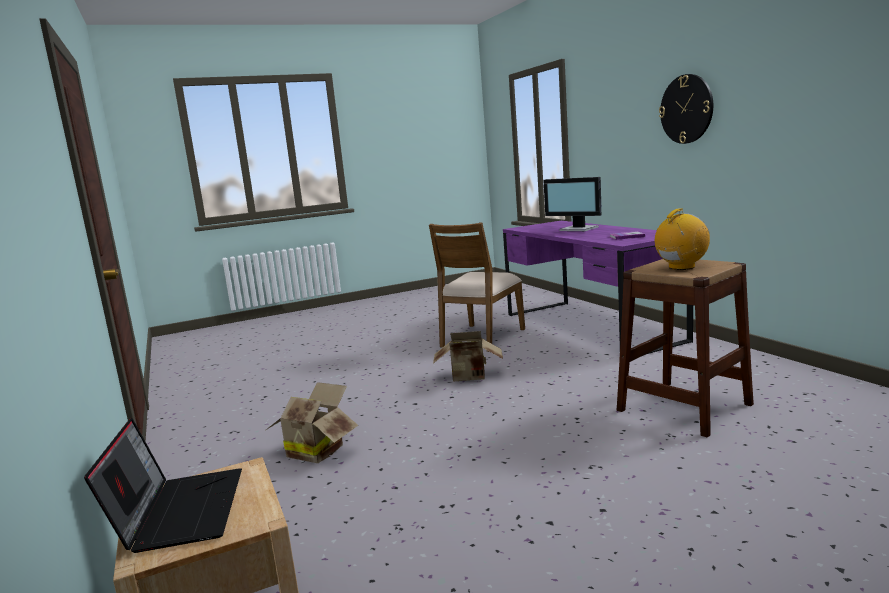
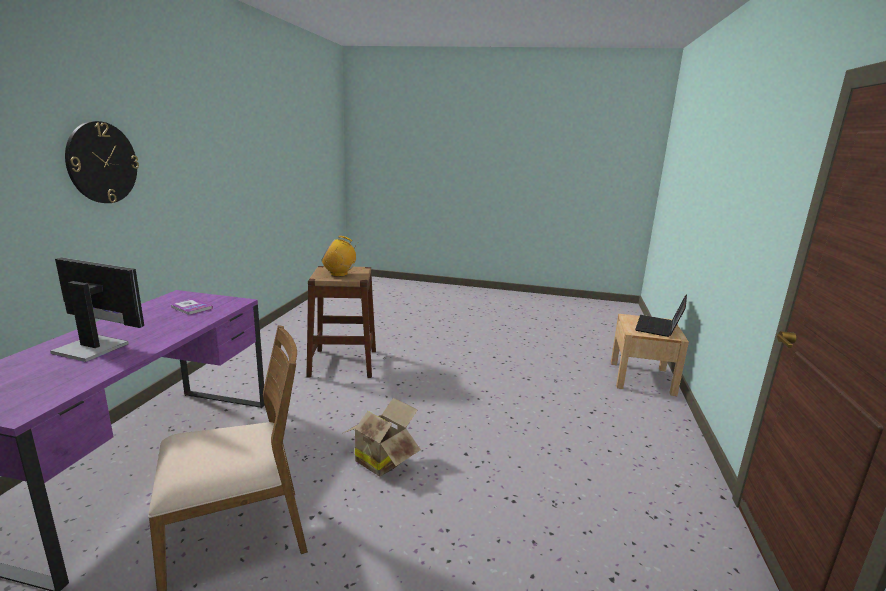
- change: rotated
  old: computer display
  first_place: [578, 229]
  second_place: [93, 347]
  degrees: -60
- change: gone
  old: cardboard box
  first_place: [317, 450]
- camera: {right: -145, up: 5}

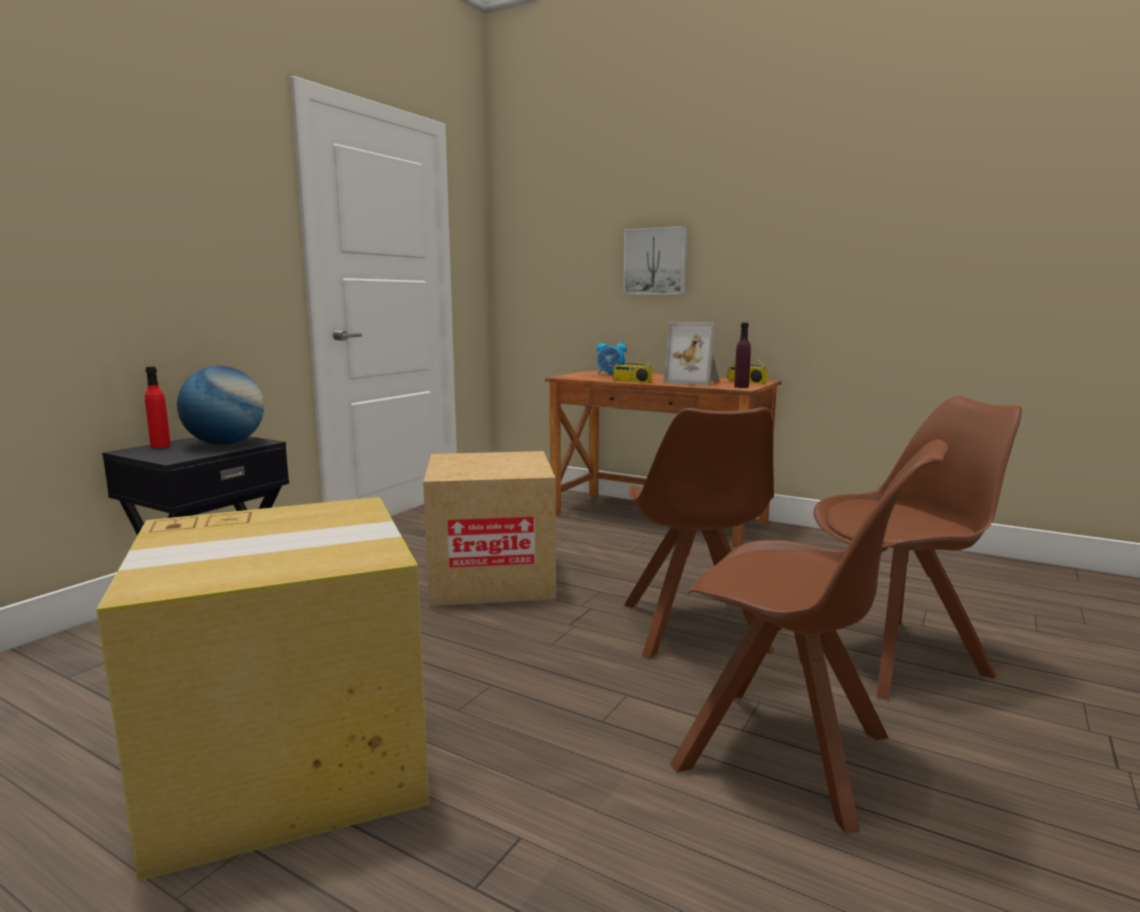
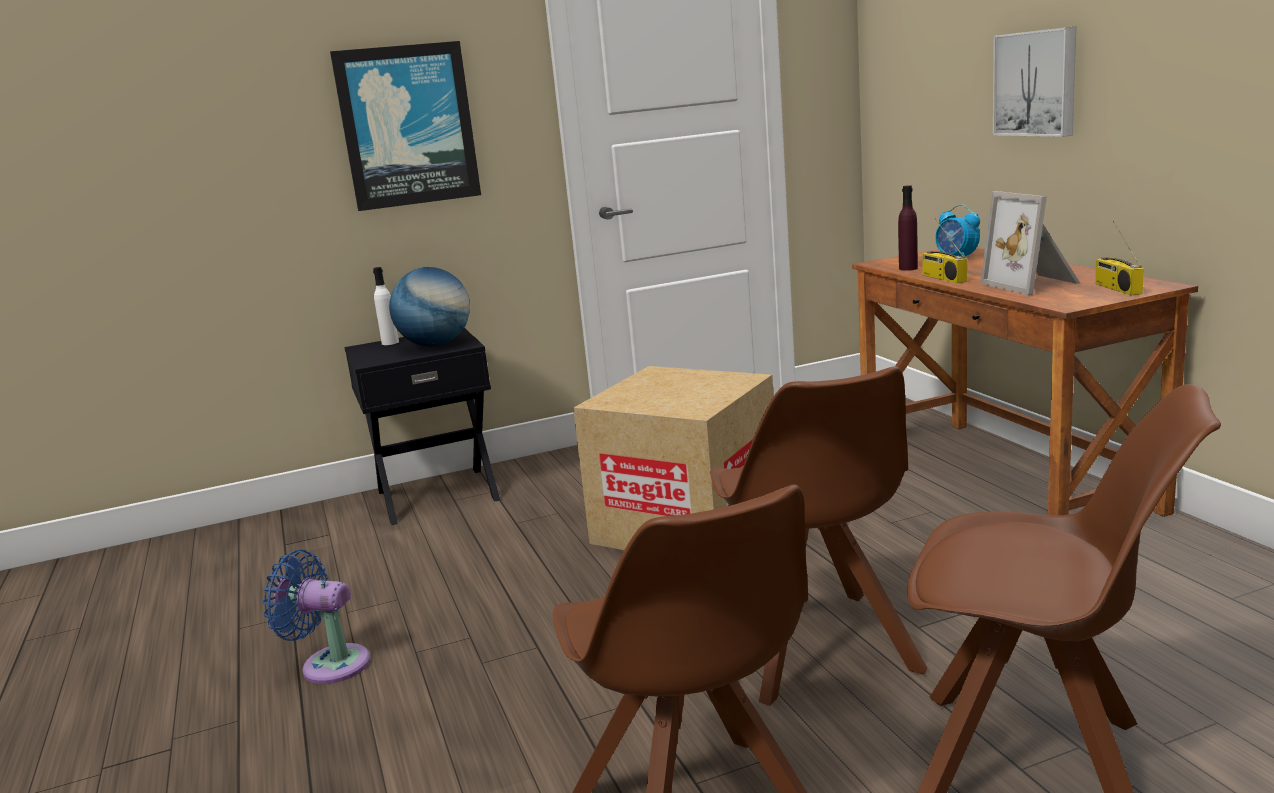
- change: shifted
  old: bottle in purple-coloured
  first_place: [741, 387]
  second_place: [908, 268]
- change: repainted
  old: bottle in red
  new: bottle in whitish
  first_place: [160, 446]
  second_place: [390, 342]
- change: rotated
  old: chair in brown
  first_place: [694, 629]
  second_place: [817, 649]
  degrees: -45
- change: swapped
  old: cardboard box
  new: electric fan in blue
  first_place: [294, 760]
  second_place: [329, 664]
- change: new
  new: wall picture
  second_place: [408, 126]
- camera: {right: 40, up: 5}

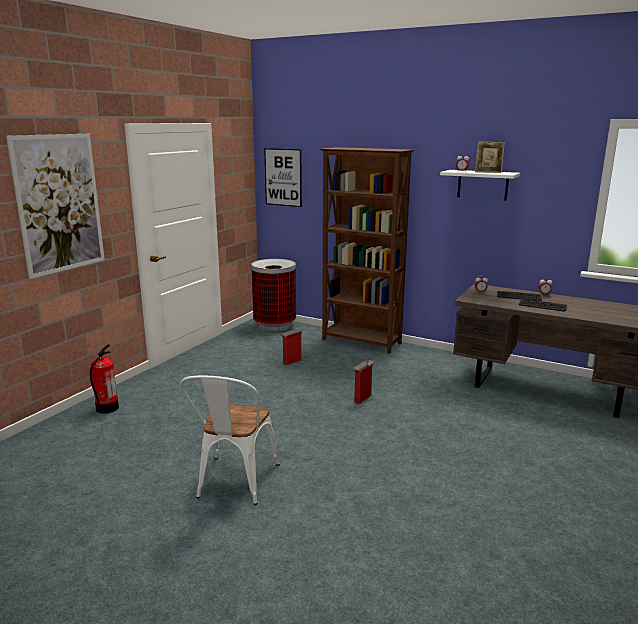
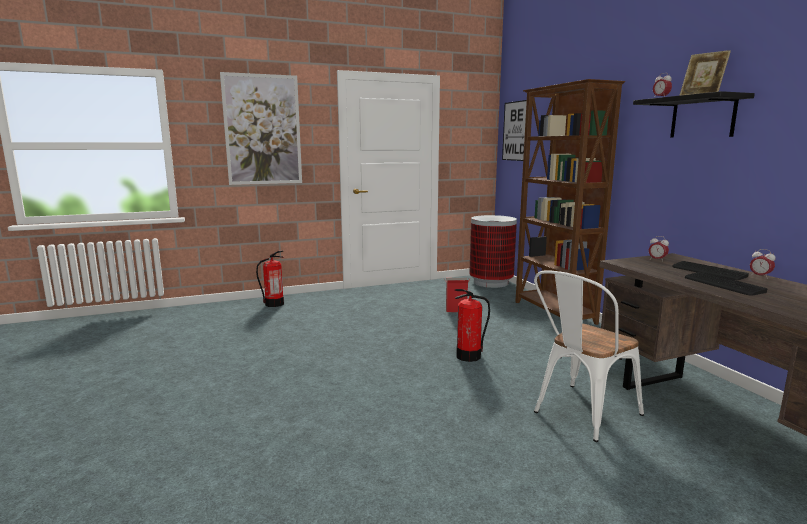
- change: repainted
  old: wall shelf in whitish
  new: wall shelf in black-coloured
  first_place: [482, 185]
  second_place: [702, 117]
- change: swapped
  old: cardboard box
  new: fire-fighting cylinder
  first_place: [363, 398]
  second_place: [469, 356]
- change: shifted
  old: chair in whitish
  first_place: [234, 484]
  second_place: [580, 415]
- camera: {right: 40, up: -5}

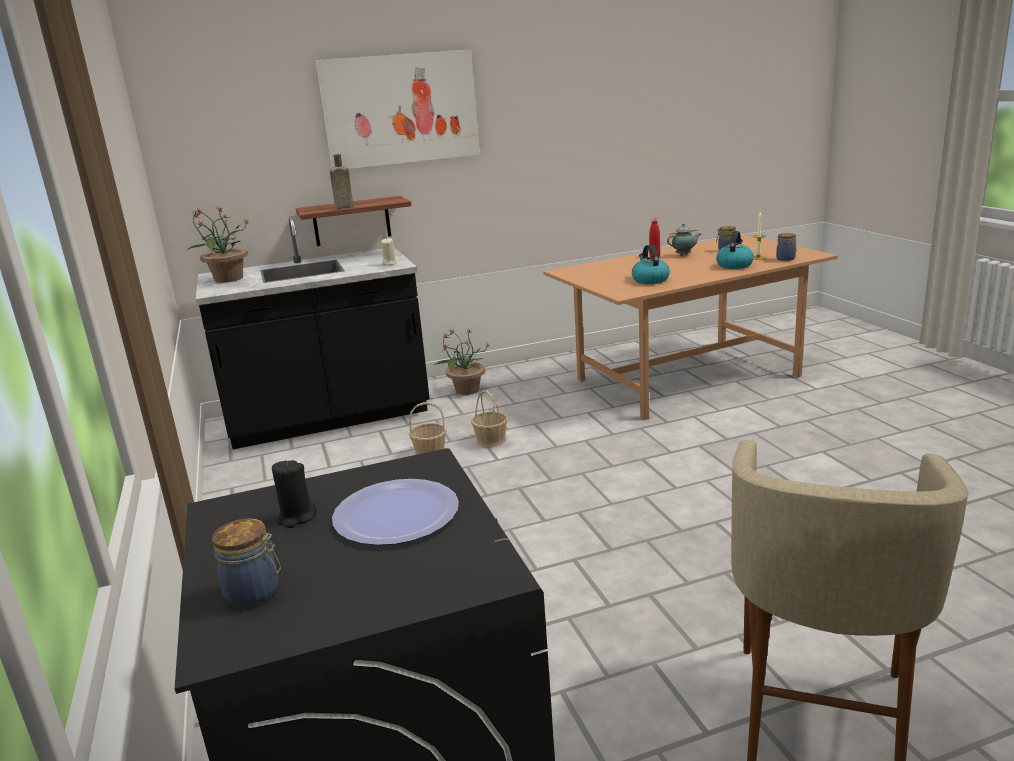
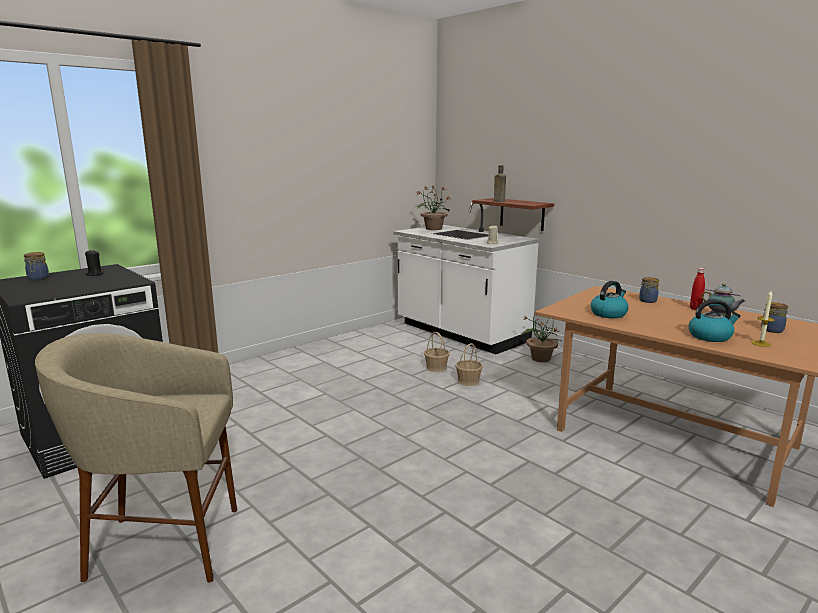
- change: gone
  old: wall picture
  first_place: [400, 109]
- change: repainted
  old: kitchen counter in black-coloured
  new: kitchen counter in whitish
  first_place: [329, 417]
  second_place: [460, 333]
- change: shifted
  old: jar
  first_place: [786, 259]
  second_place: [647, 301]
- change: gone
  old: flat dish
  first_place: [396, 514]
- camera: {right: 65, up: -5}

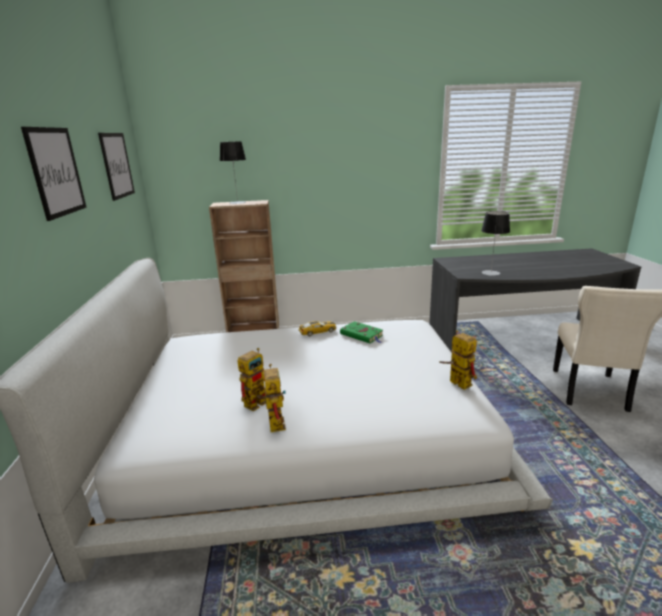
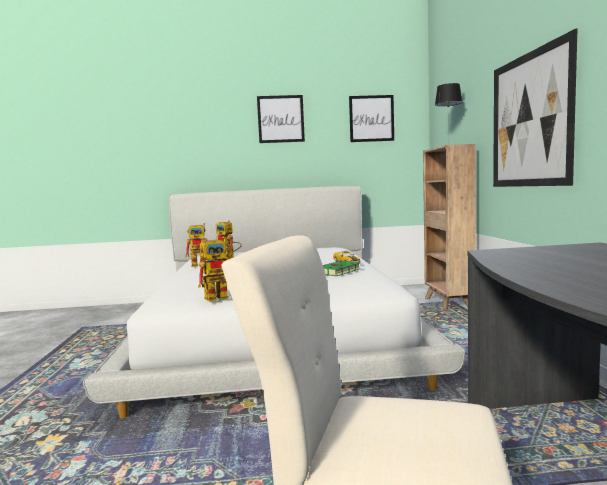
- change: gone
  old: tabletop lamp
  first_place: [490, 273]
- change: new
  new: wall picture
  second_place: [529, 120]
- camera: {right: 90, up: -15}

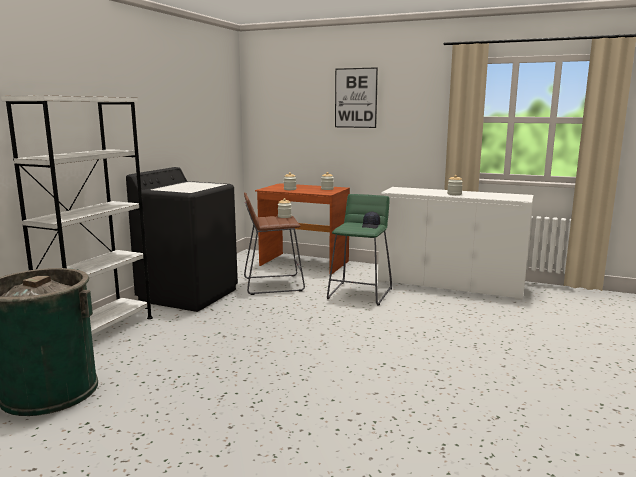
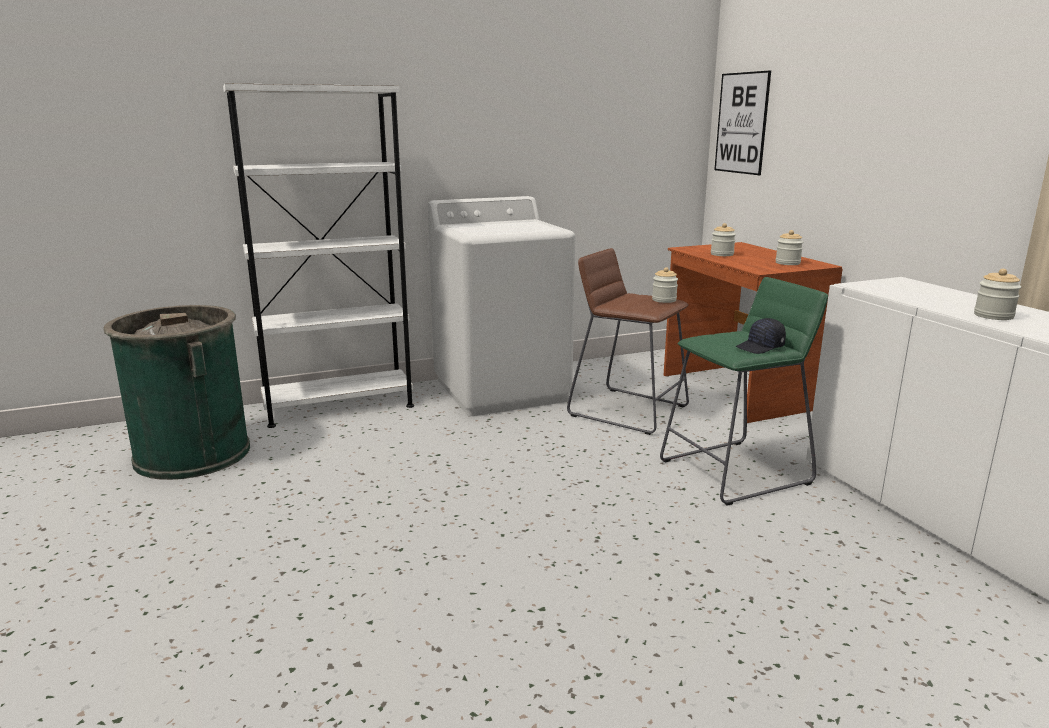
- change: shifted
  old: wall picture
  first_place: [356, 98]
  second_place: [741, 123]
- change: repainted
  old: laundry machine in black-coloured
  new: laundry machine in whitish
  first_place: [189, 294]
  second_place: [502, 390]
- camera: {right: 45, up: 5}

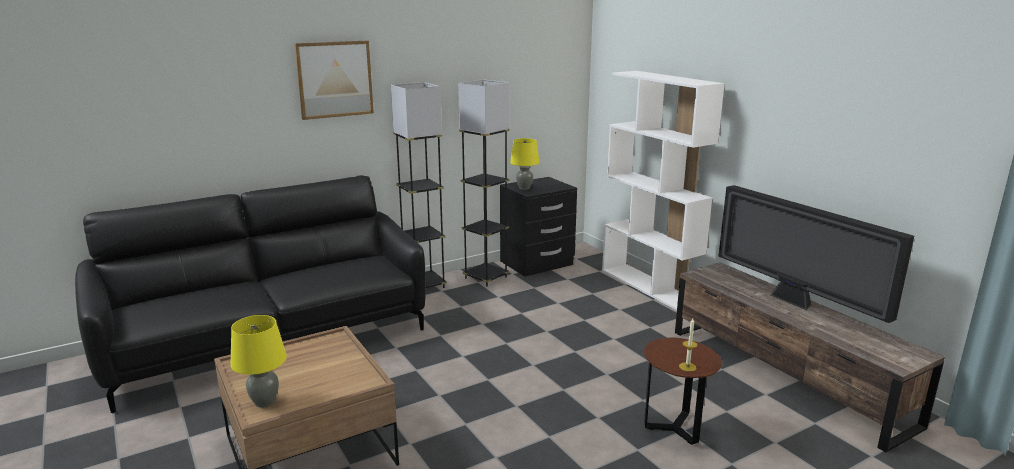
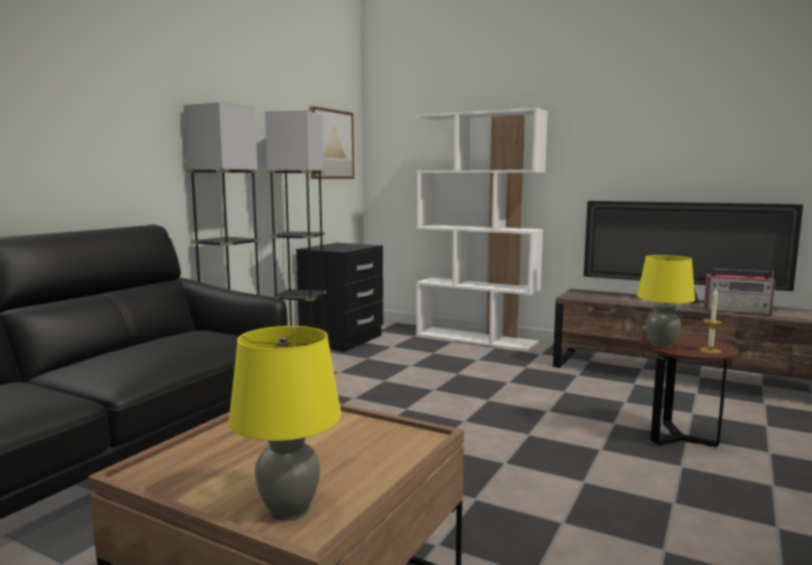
- change: shifted
  old: wall picture
  first_place: [334, 79]
  second_place: [330, 144]
- change: shifted
  old: tabletop lamp in yellow
  first_place: [524, 188]
  second_place: [661, 345]
- change: new
  new: radio
  second_place: [737, 311]
- camera: {right: -30, up: -10}

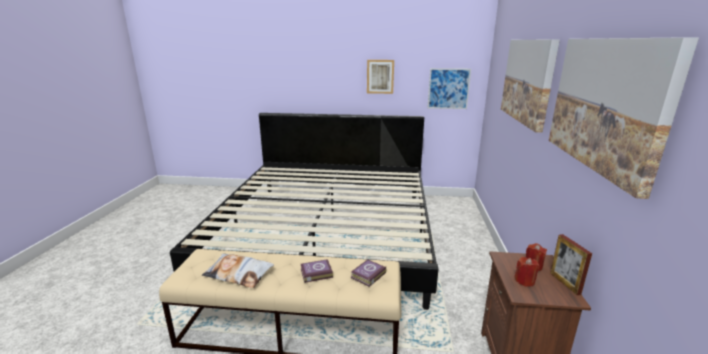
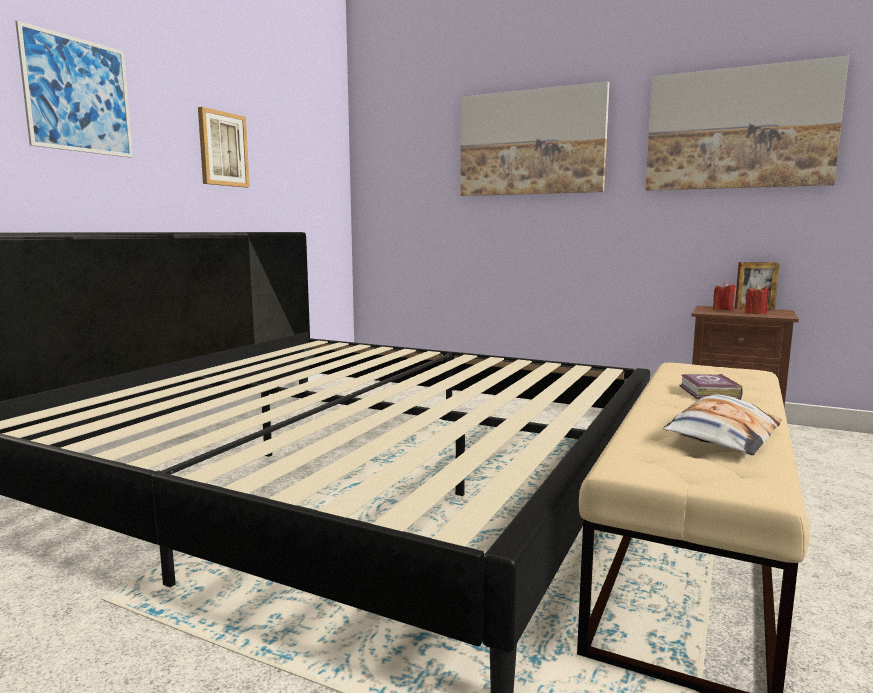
- change: shifted
  old: wall picture
  first_place: [448, 88]
  second_place: [78, 95]
- change: gone
  old: book
  first_place: [367, 275]
- camera: {right: -70, up: -10}

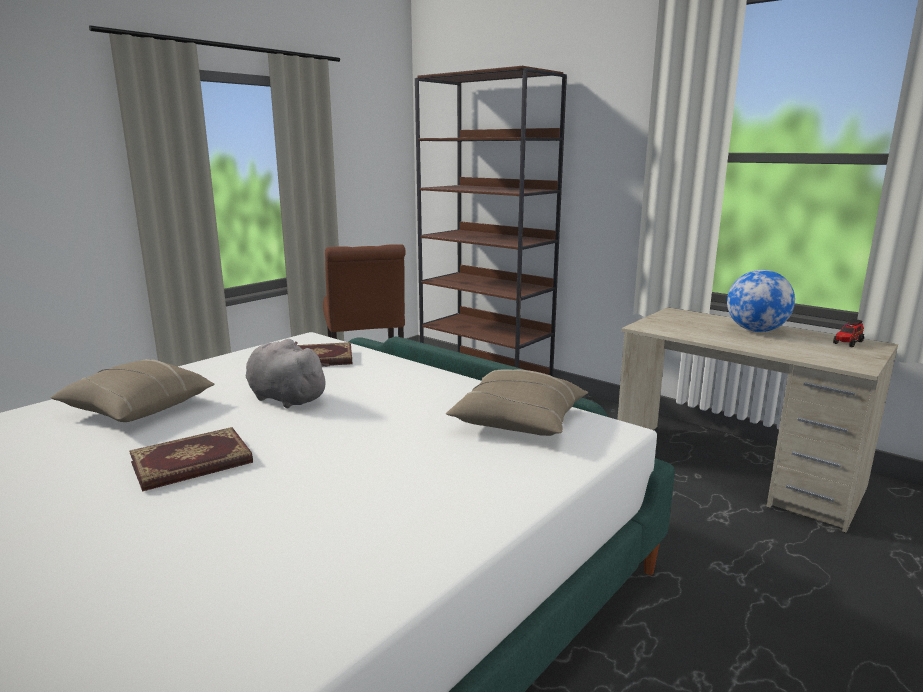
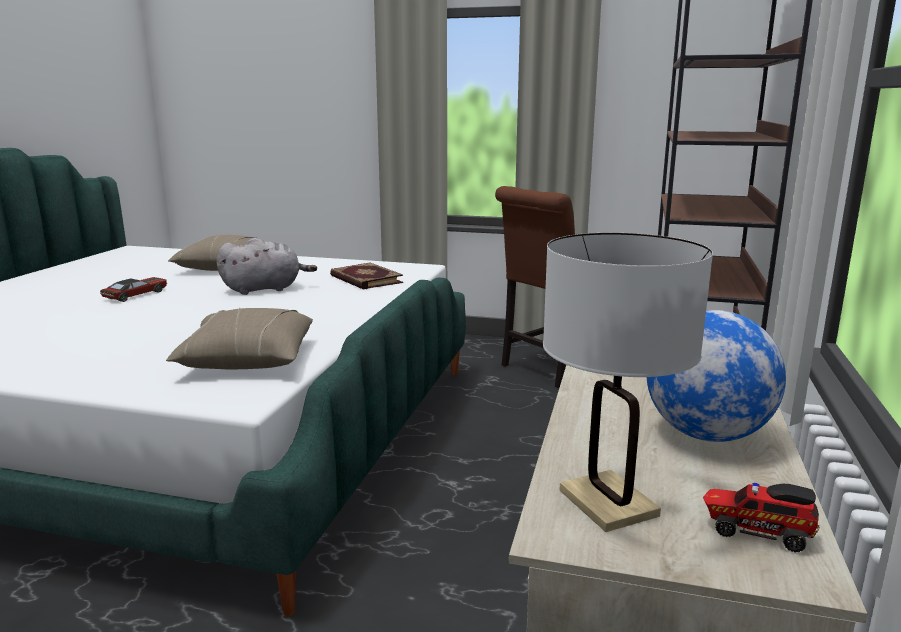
- change: rotated
  old: soft toy in greyish
  first_place: [285, 398]
  second_place: [265, 289]
  degrees: 60
- change: swapped
  old: book
  new: toy car
  first_place: [192, 464]
  second_place: [136, 295]
- change: new
  new: tabletop lamp in whitish
  second_place: [607, 503]
- camera: {right: 65, up: 0}

